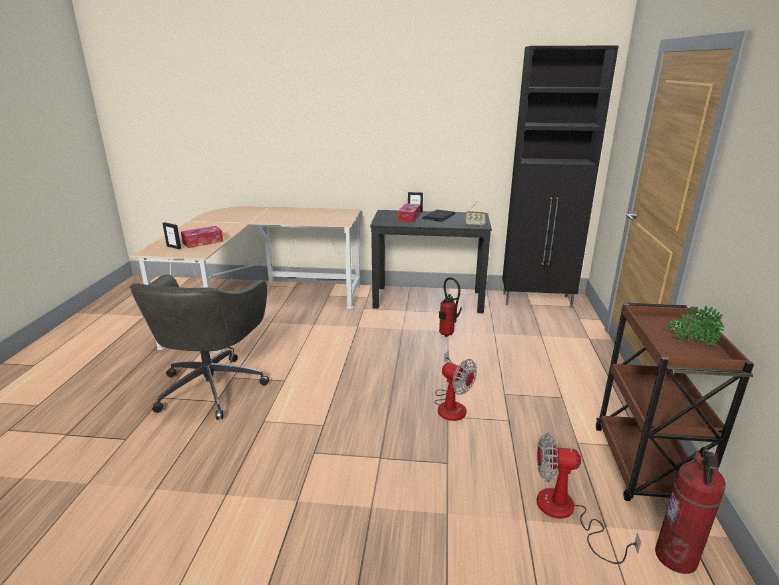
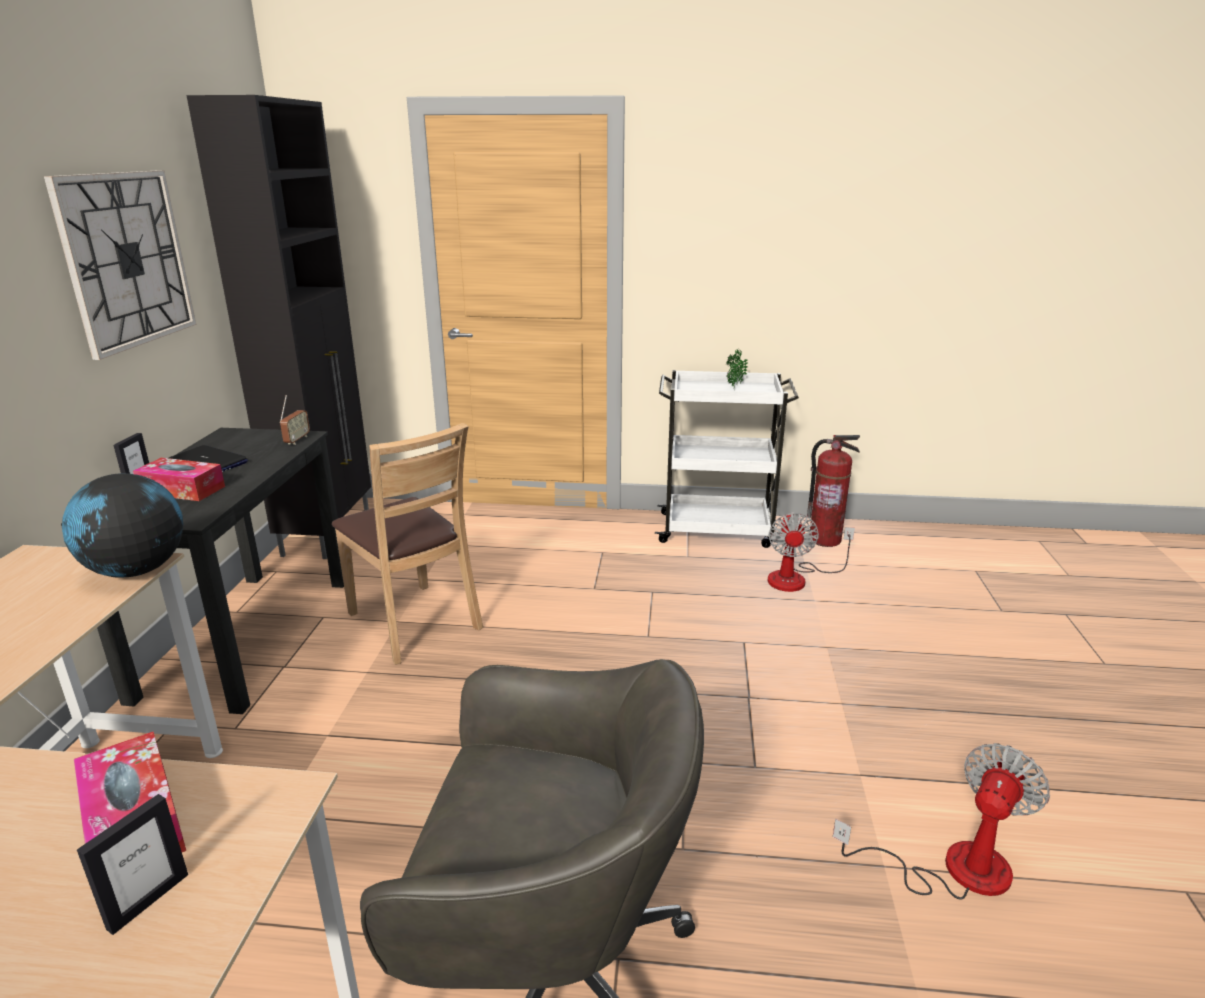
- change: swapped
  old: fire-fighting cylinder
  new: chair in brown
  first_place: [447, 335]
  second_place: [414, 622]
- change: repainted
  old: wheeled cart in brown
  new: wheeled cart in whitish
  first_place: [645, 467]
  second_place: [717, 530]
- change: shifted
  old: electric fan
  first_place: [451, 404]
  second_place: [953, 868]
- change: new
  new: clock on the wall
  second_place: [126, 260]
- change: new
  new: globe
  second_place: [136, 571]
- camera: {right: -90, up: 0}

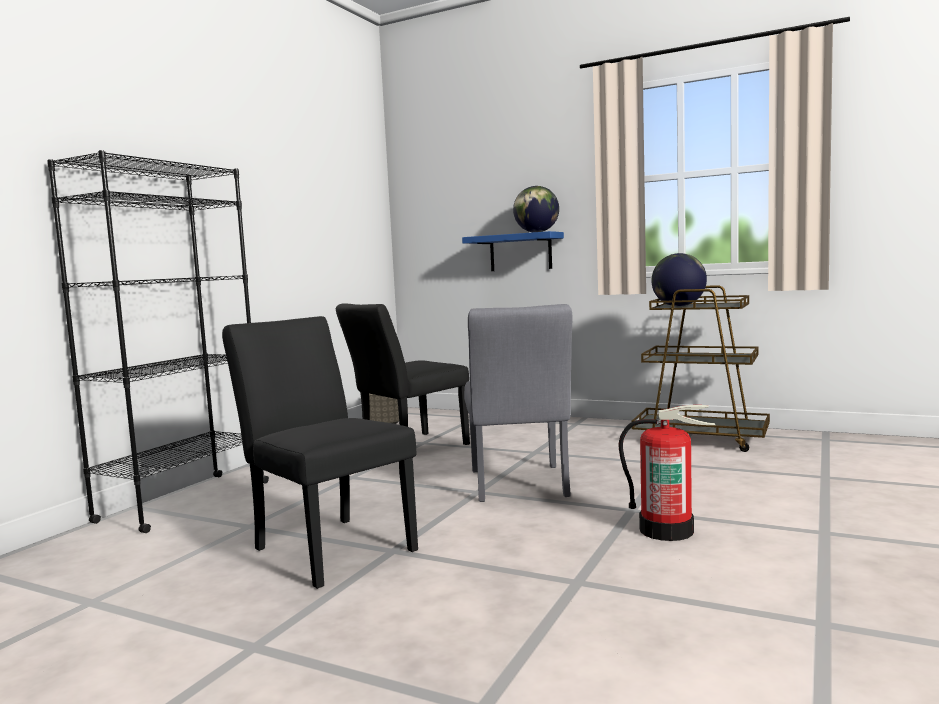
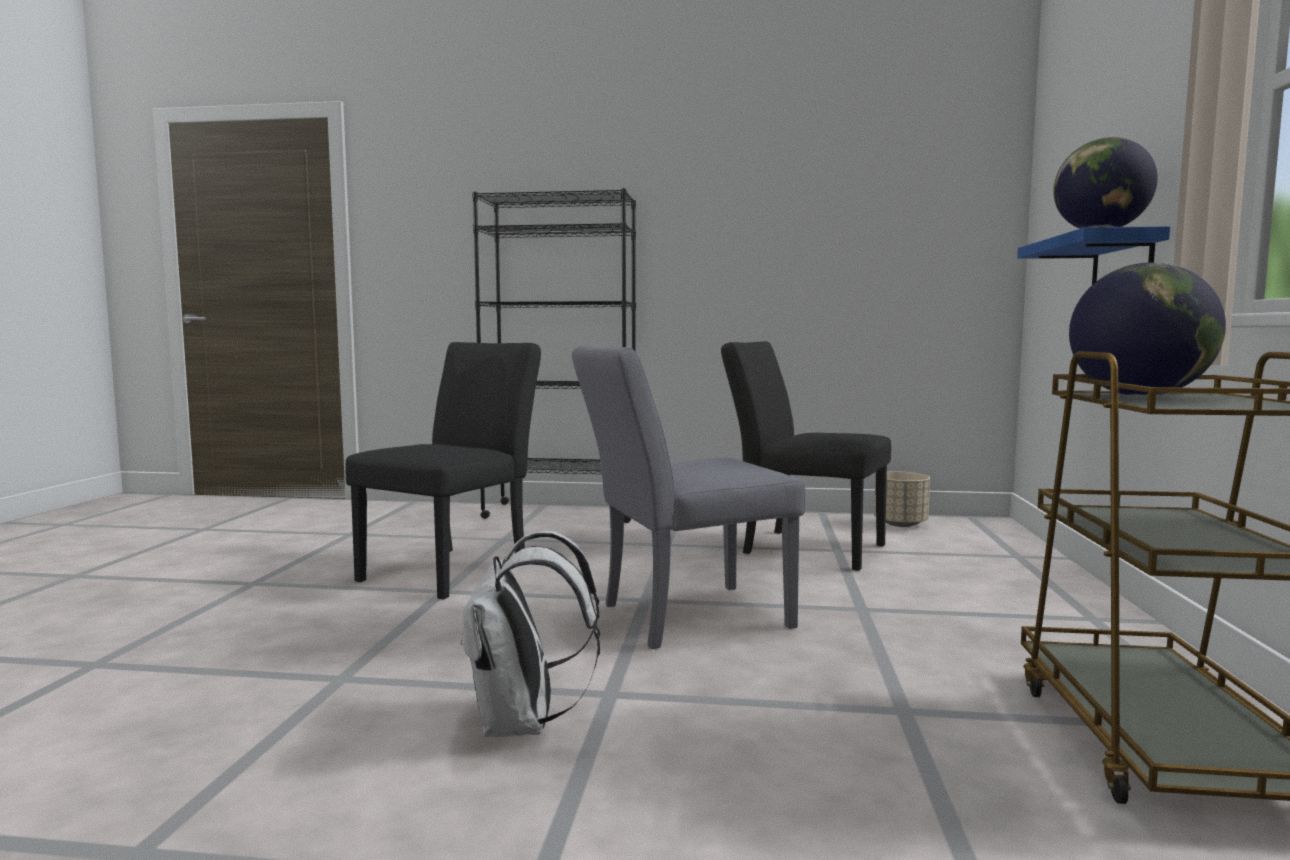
- change: swapped
  old: fire-fighting cylinder
  new: rucksack in whitish
  first_place: [667, 530]
  second_place: [523, 724]
- camera: {right: 70, up: 0}

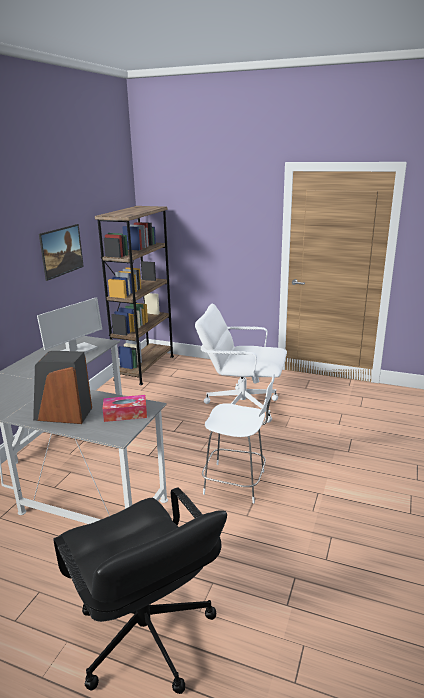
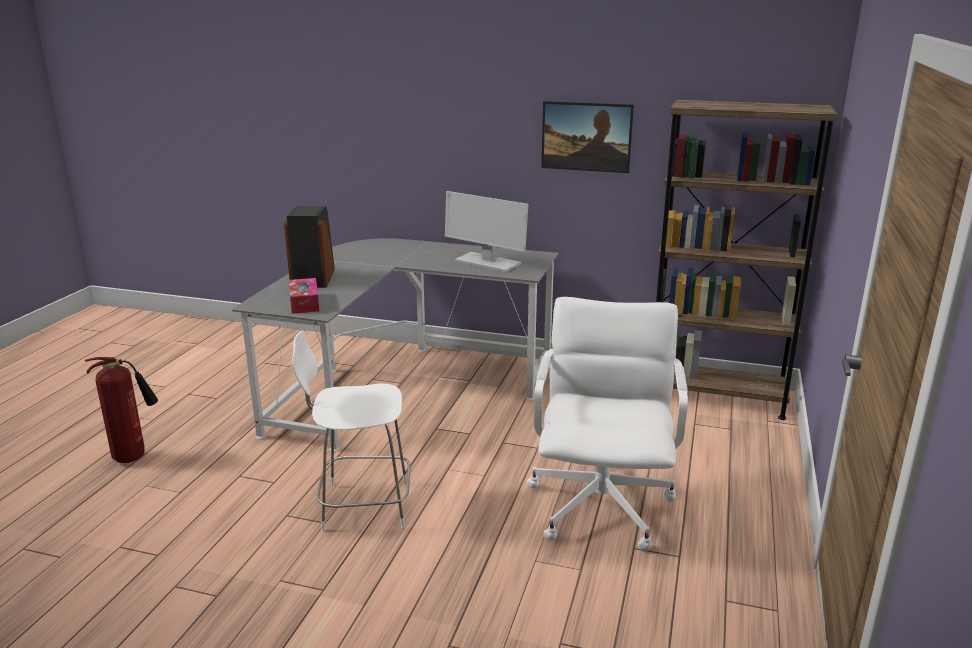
- change: rotated
  old: chair in whitish
  first_place: [237, 483]
  second_place: [362, 505]
  degrees: 75
- change: swapped
  old: office chair in black-coloured
  new: fire-fighting cylinder
  first_place: [145, 636]
  second_place: [134, 457]
- camera: {right: 85, up: 0}

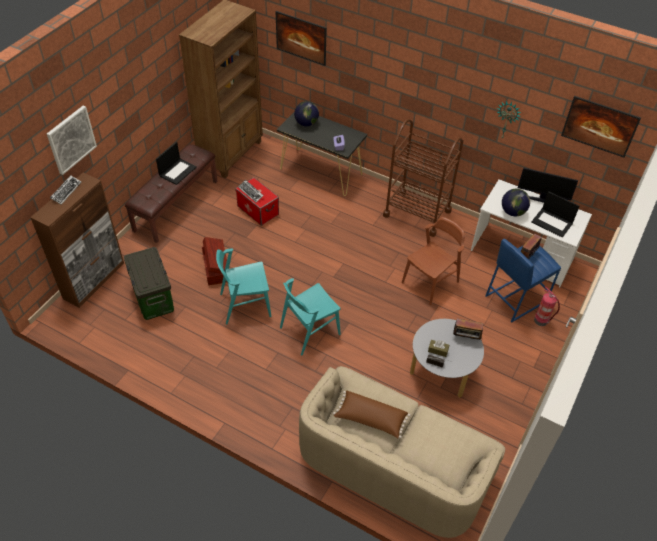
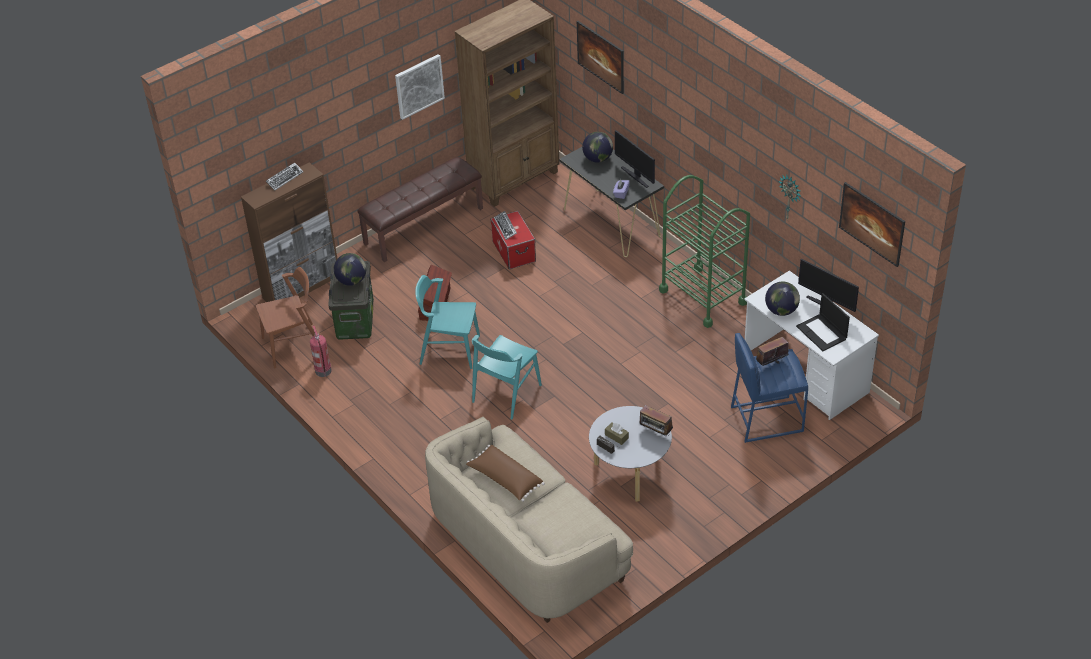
- change: shifted
  old: wall picture
  first_place: [71, 139]
  second_place: [419, 86]
- change: repainted
  old: wheeled cart in brown
  new: wheeled cart in green-coloured
  first_place: [417, 213]
  second_place: [703, 296]
- change: gone
  old: notebook computer
  first_place: [177, 171]
- change: shifted
  old: chair in brown
  first_place: [430, 282]
  second_place: [293, 345]
- change: rotated
  old: chair in turquoise-coloured
  first_place: [309, 331]
  second_place: [506, 393]
  degrees: -45
- change: shifted
  old: fire-fighting cylinder
  first_place: [541, 321]
  second_place: [324, 371]
- change: new
  new: computer display
  second_place: [635, 176]
- change: new
  new: globe
  second_place: [352, 281]
- camera: {right: 25, up: -5}

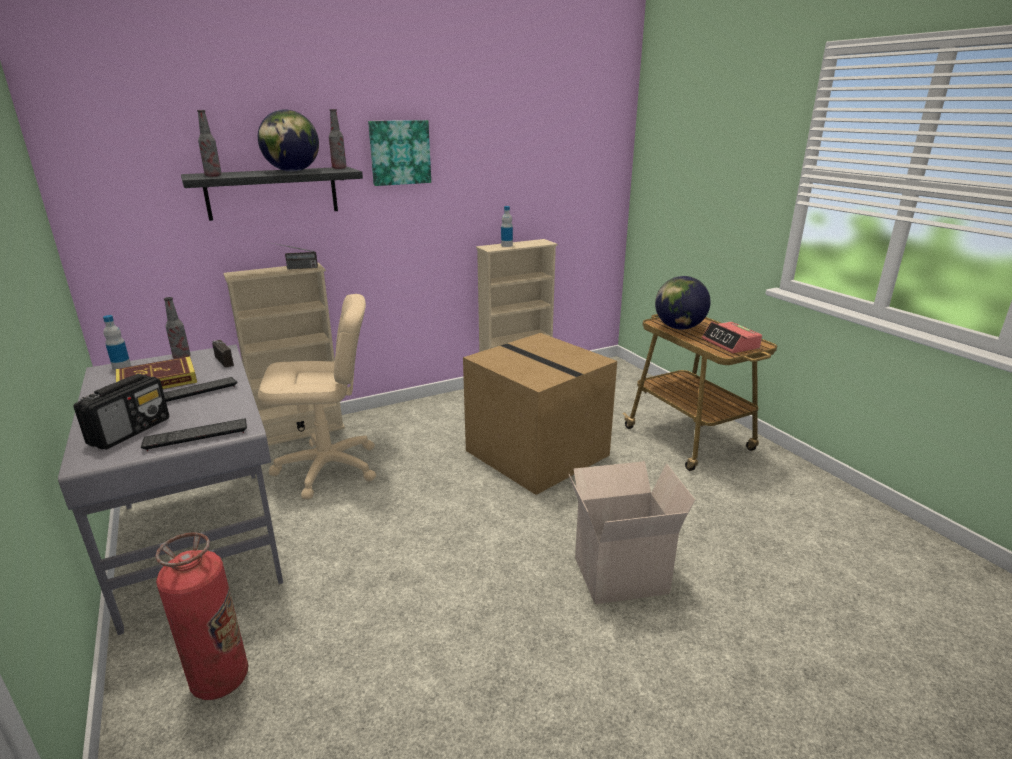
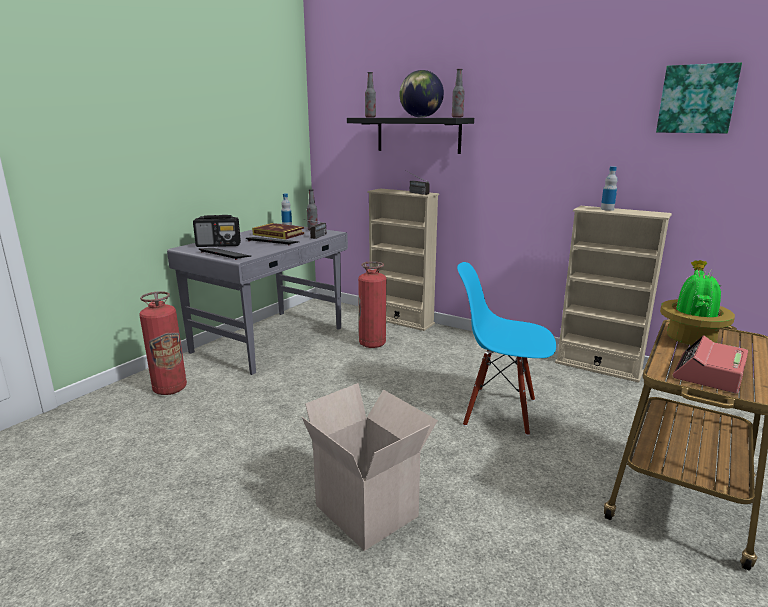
- change: shifted
  old: wall picture
  first_place: [399, 152]
  second_place: [697, 99]
- change: swapped
  old: globe
  new: potted plant
  first_place: [678, 327]
  second_place: [690, 338]
- change: swapped
  old: office chair in beige-coloured
  new: fire-fighting cylinder
  first_place: [328, 468]
  second_place: [372, 344]
- change: swapped
  old: cardboard box
  new: chair in blue
  first_place: [534, 453]
  second_place: [500, 411]
- camera: {right: 60, up: -5}

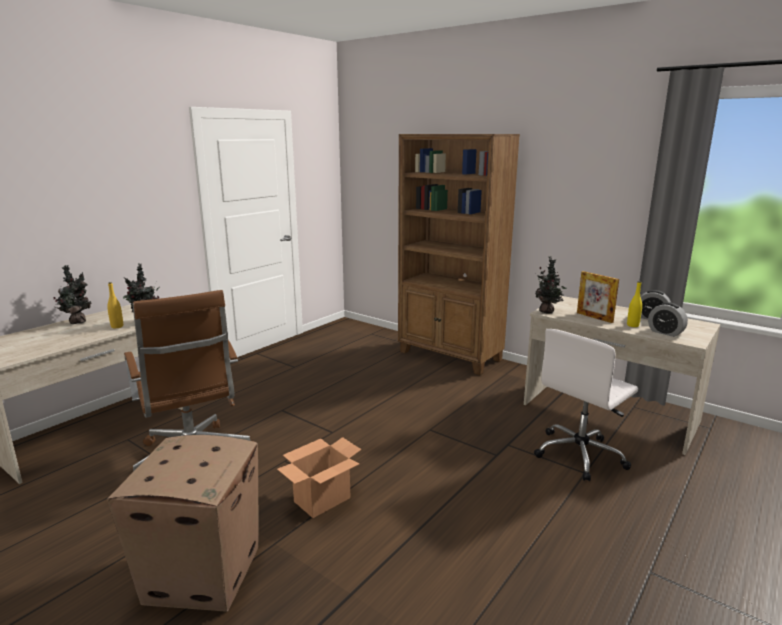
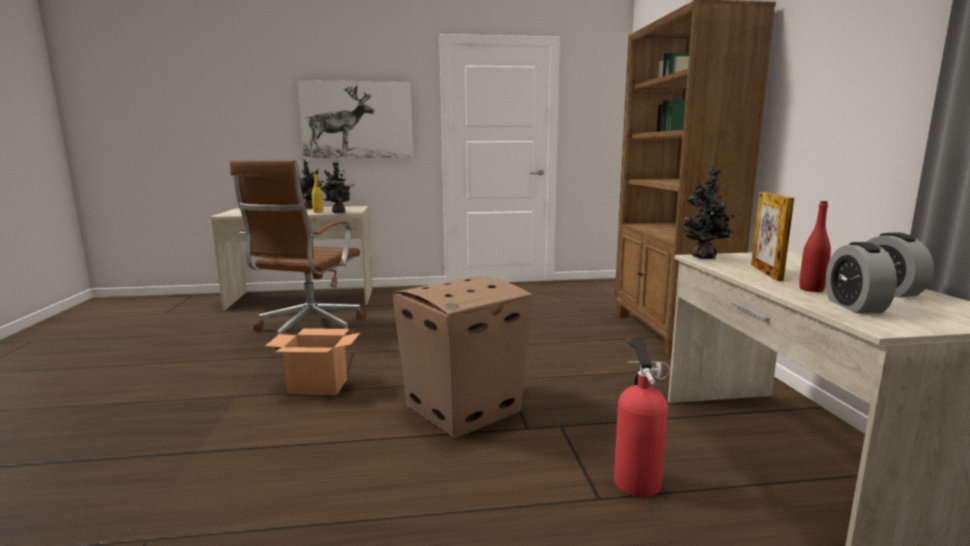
- change: repainted
  old: bottle in yellow
  new: bottle in red
  first_place: [632, 325]
  second_place: [811, 289]
- change: swapped
  old: office chair in whitish
  new: fire-fighting cylinder
  first_place: [580, 454]
  second_place: [636, 479]
- change: shifted
  old: cardboard box
  first_place: [204, 573]
  second_place: [464, 408]
- change: new
  new: wall picture
  second_place: [357, 120]
- camera: {right: 45, up: -5}

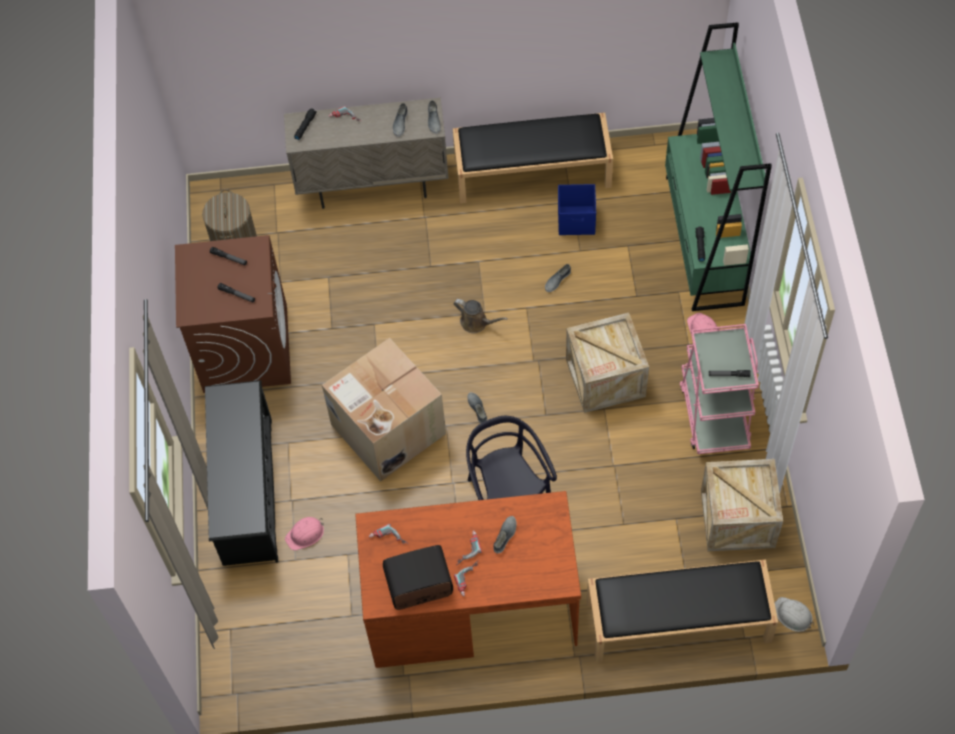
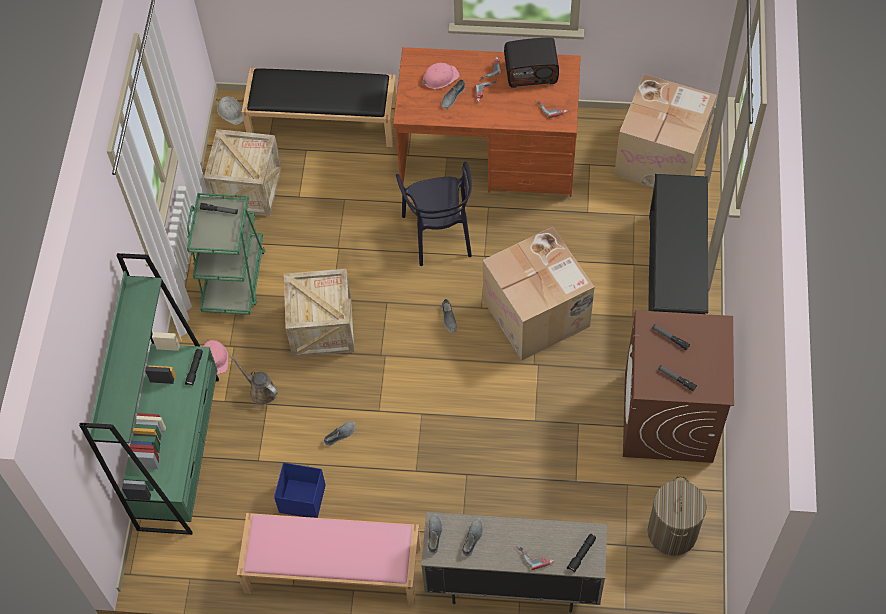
- change: repainted
  old: bench in black-coloured
  new: bench in pinkish
  first_place: [533, 171]
  second_place: [332, 569]
- change: shifted
  old: watering pot in brown
  first_place: [476, 322]
  second_place: [261, 390]
- change: repainted
  old: wheeled cart in pinkish
  new: wheeled cart in green-coloured
  first_place: [714, 413]
  second_place: [234, 278]
- change: shifted
  old: work helmet in pinkish
  first_place: [305, 534]
  second_place: [440, 77]
- change: new
  new: cardboard box
  second_place: [662, 157]
- camera: {right: -170, up: 0}

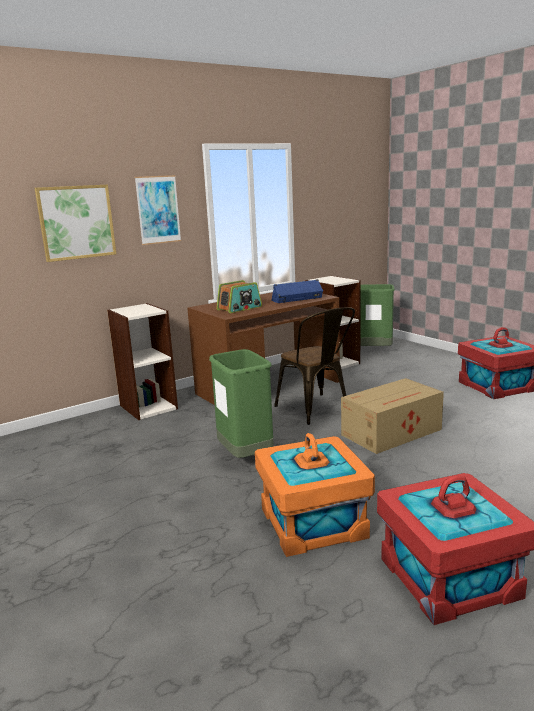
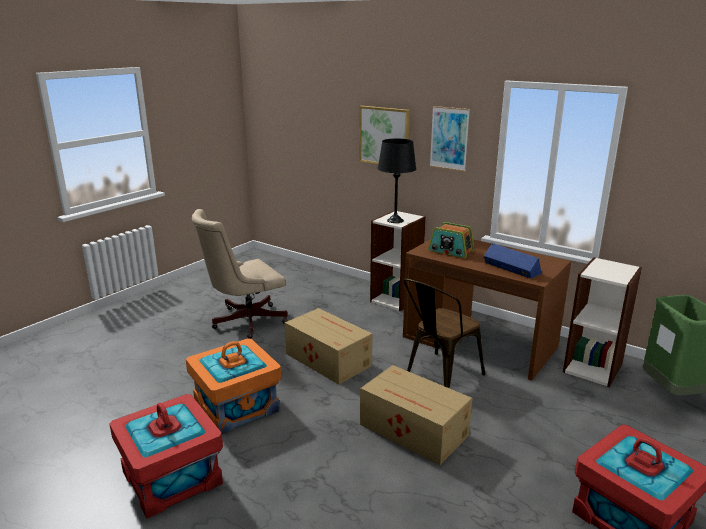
- change: swapped
  old: waste bin in green-coloured
  new: cardboard box
  first_place: [245, 456]
  second_place: [327, 359]
- change: new
  new: tabletop lamp in black-coloured
  second_place: [395, 220]
- change: new
  new: office chair in beige-coloured
  second_place: [244, 321]
- camera: {right: 70, up: 5}

